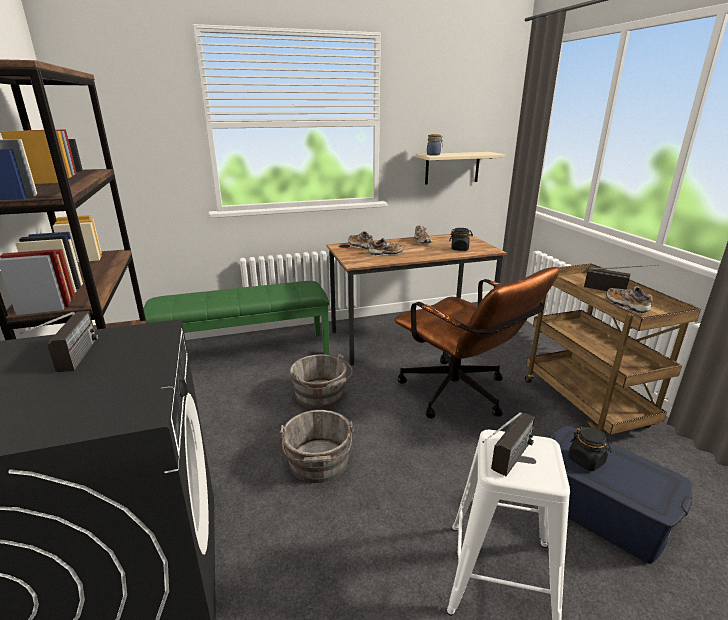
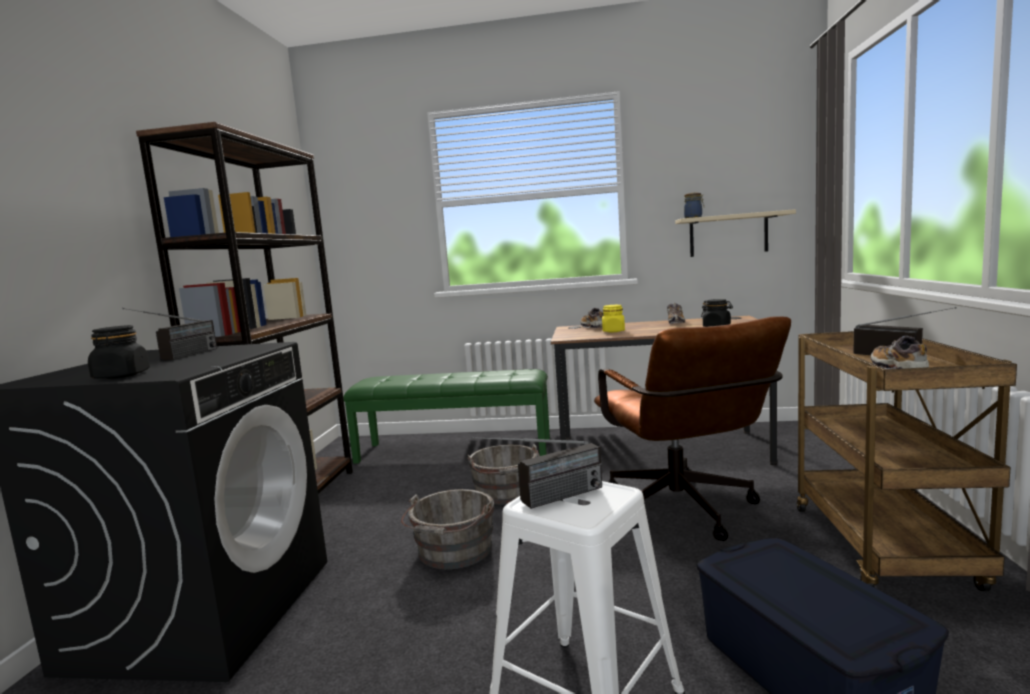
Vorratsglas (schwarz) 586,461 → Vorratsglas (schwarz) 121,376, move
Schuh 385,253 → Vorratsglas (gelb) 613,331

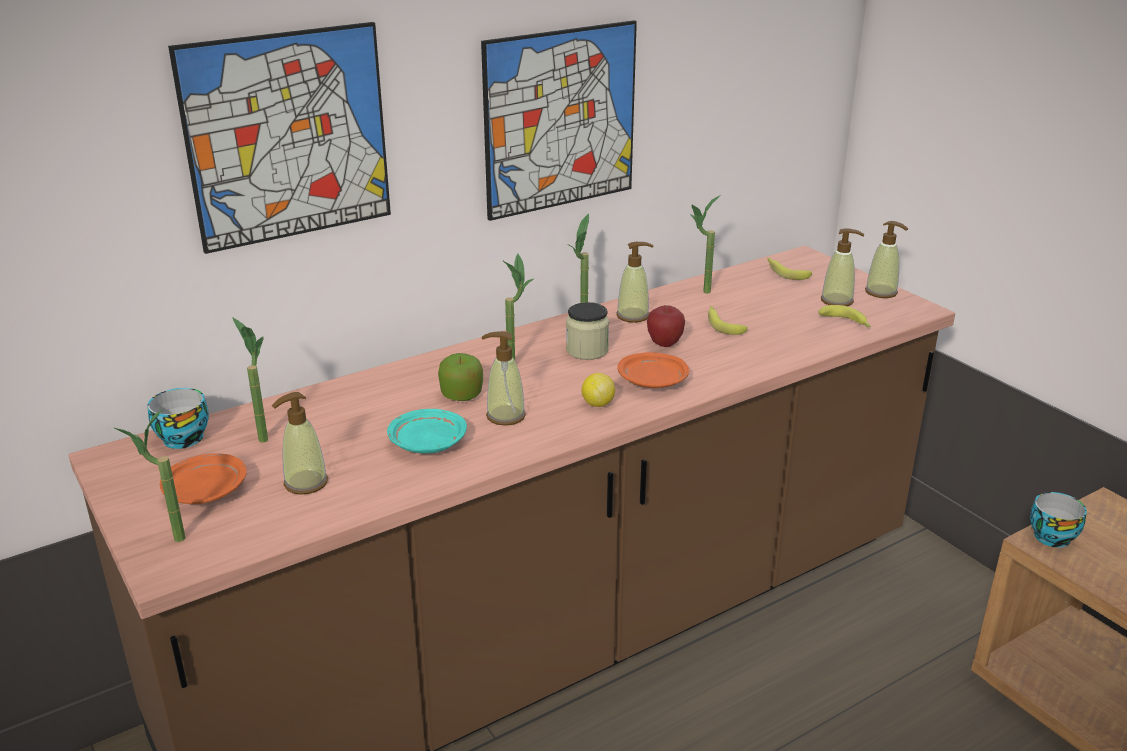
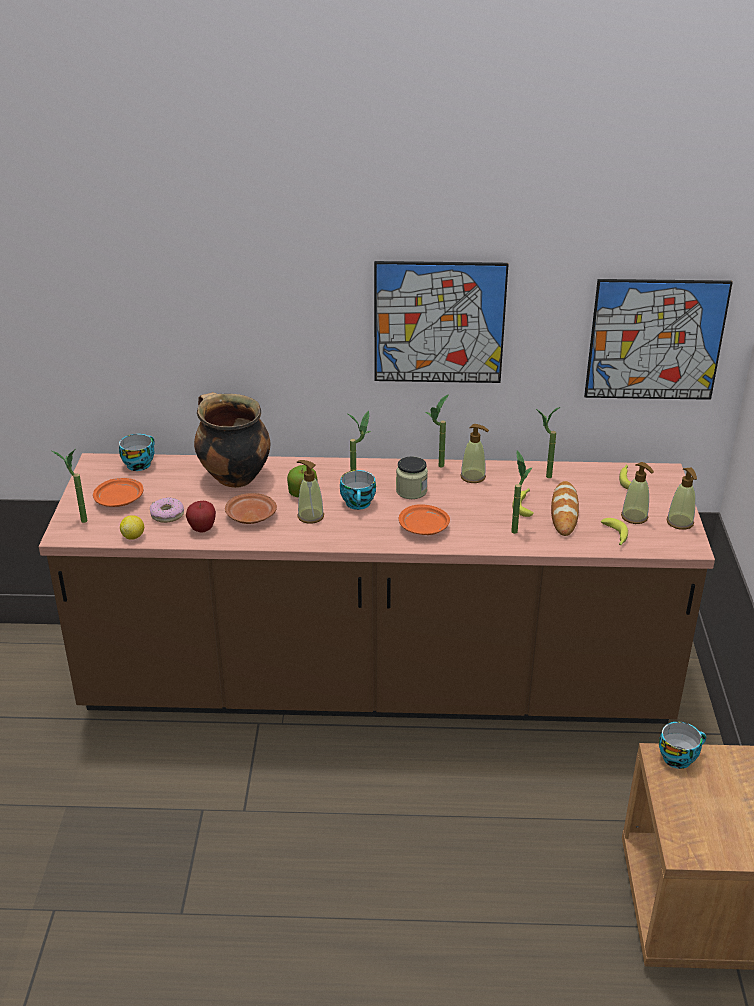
Zitrone 598,403 → Zitrone 133,536, move
Seifenspender 305,483 → Donut 167,514
Apfel 664,344 → Apfel 202,529, move
- → Kochtopf 233,477
Teller (türkis) 427,443 → Teller (braun) 250,516
- → Tasse 359,504
Topfpflanze 261,435 → Topfpflanze 514,528, move
- → Brot 564,512
Bild 288,137 → Bild 655,340, move

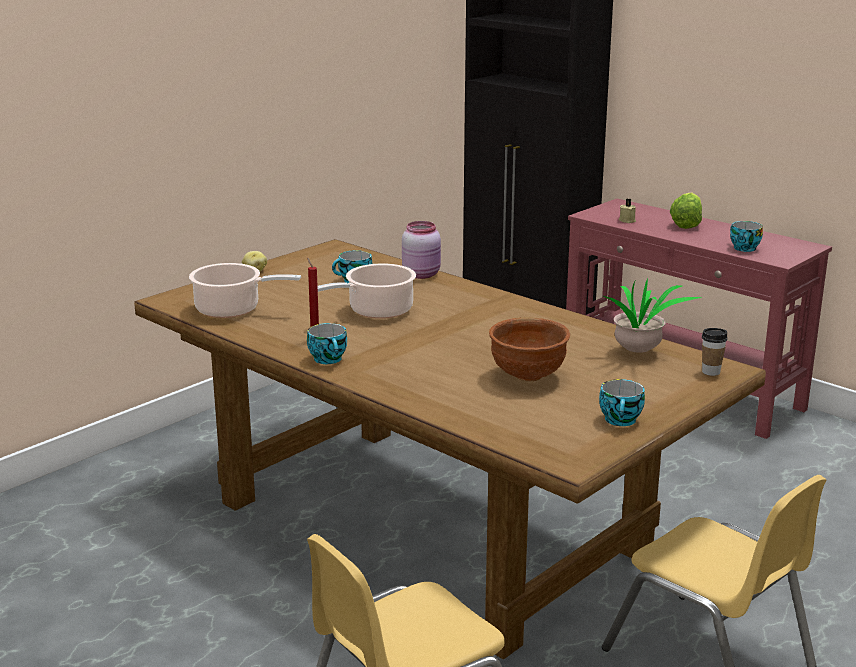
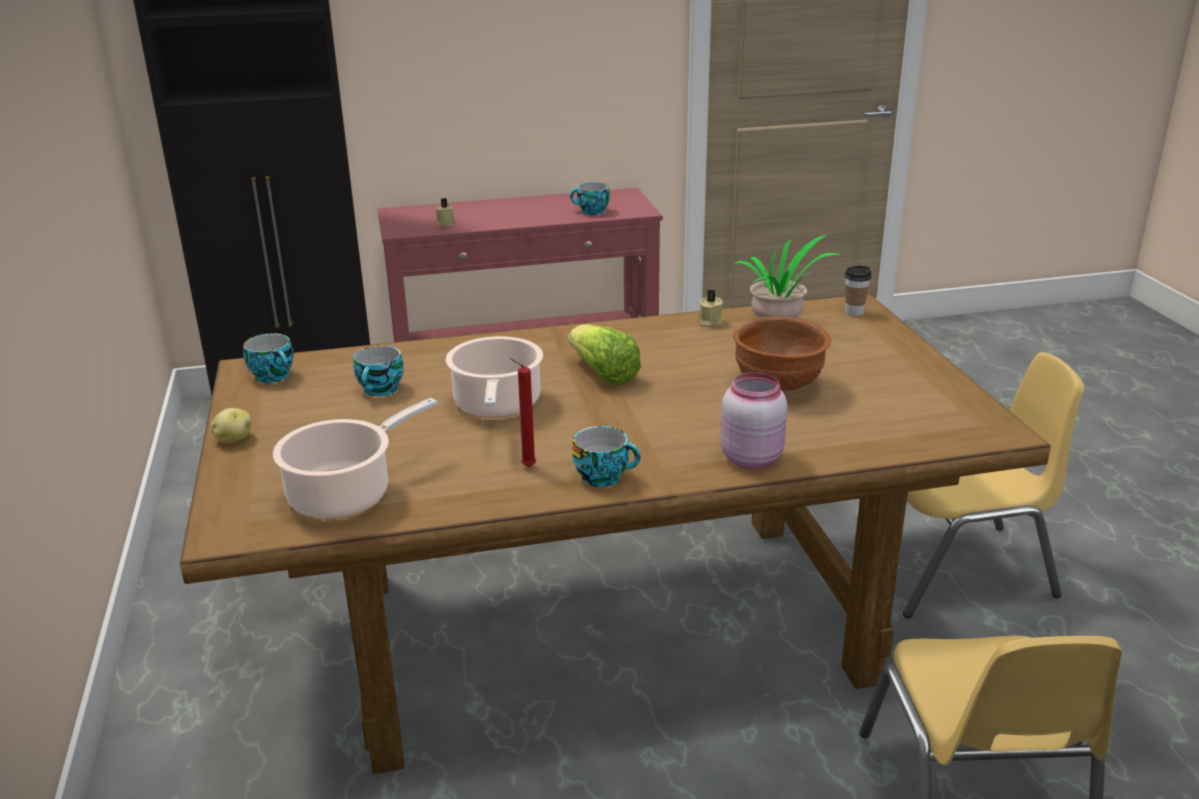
Tasse 621,421 → Tasse 274,376, move
Salatkopf 686,224 → Salatkopf 603,374, move
- → Kerze (beige) 709,322
Vorratsglas (rosa) 422,274 → Vorratsglas (rosa) 751,457, move

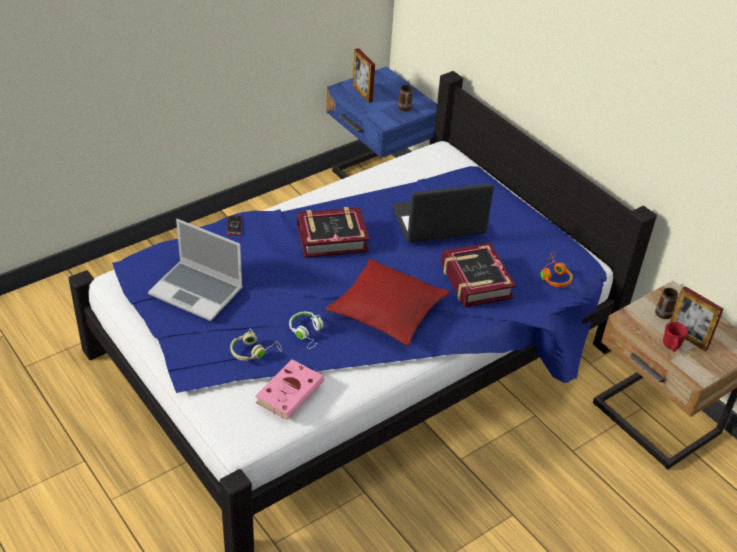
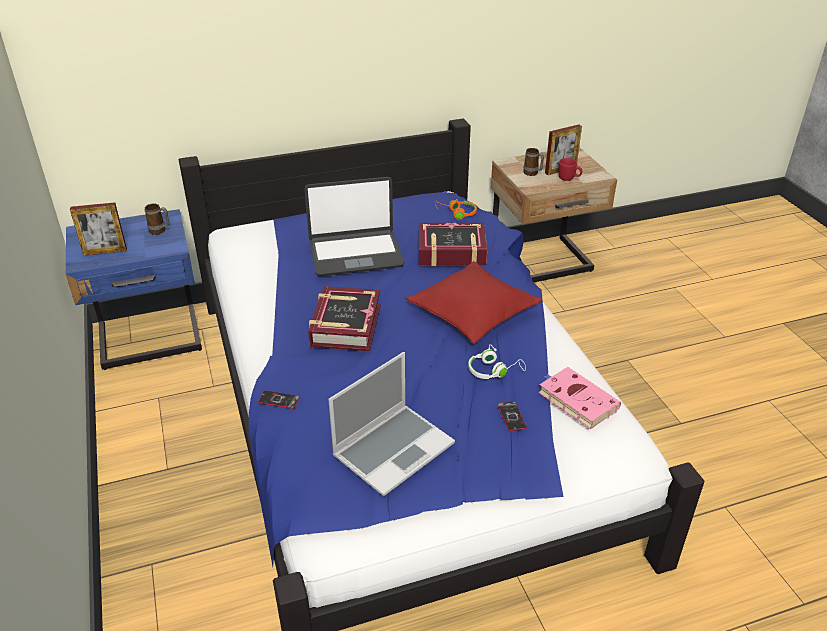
Laptop 438,222 → Laptop 355,254, 105 degrees counterclockwise
Kopfhörer (beige) 253,351 → Handy 511,416

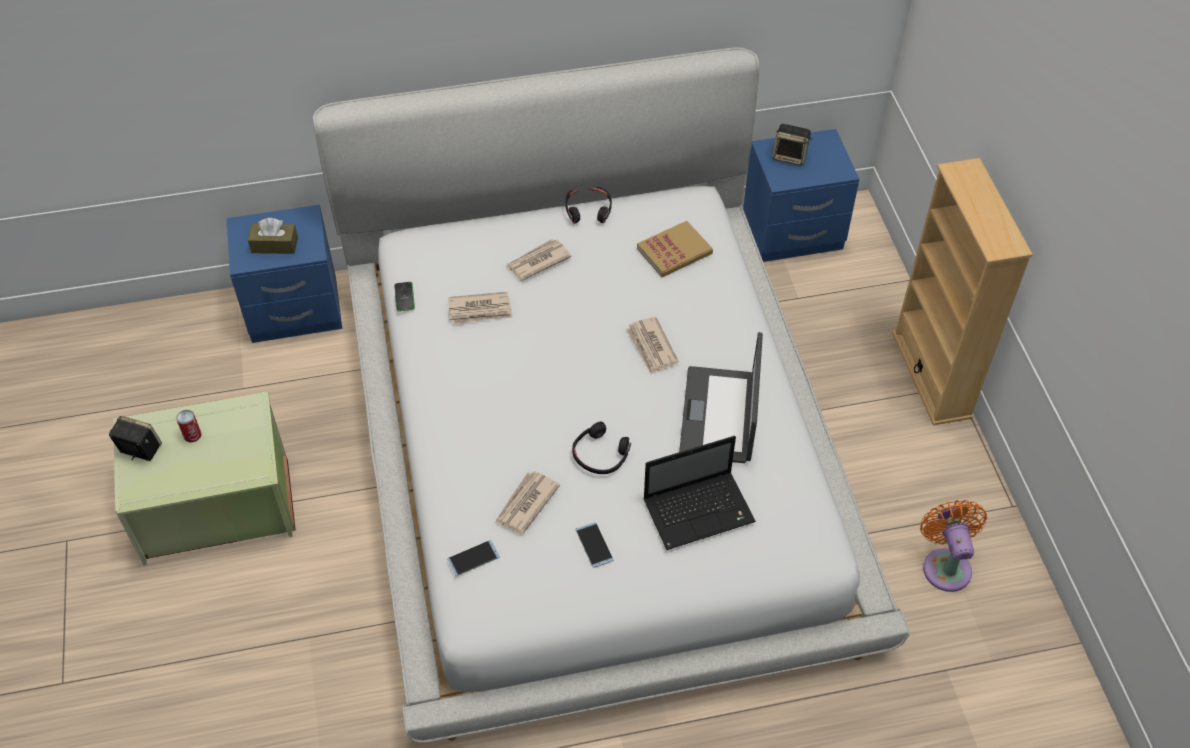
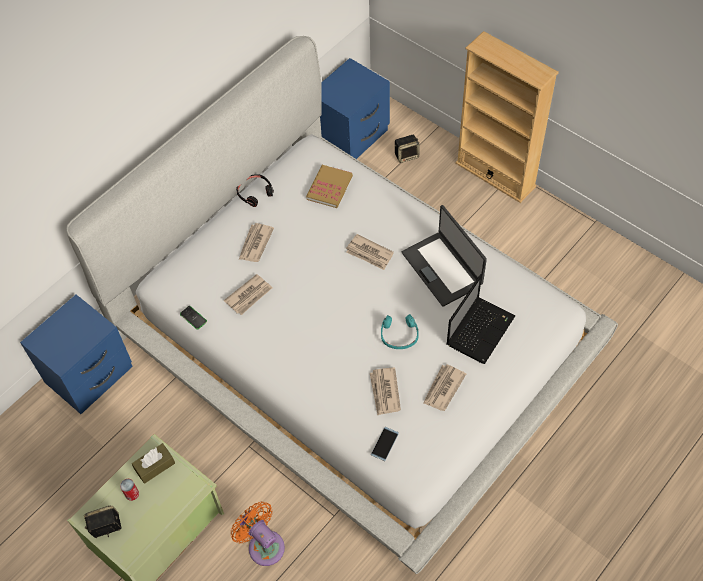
Taschentuchbox (braun) 274,245 → Taschentuchbox (braun) 155,466, move
Ventilator (orange) 945,565 → Ventilator (orange) 263,545, move
Kopfhörer (schwarz) 600,454 → Kopfhörer (türkis) 399,335
Lautsprecher 790,156 → Lautsprecher 406,155, move
Handy 594,545 → Zeitung 443,388

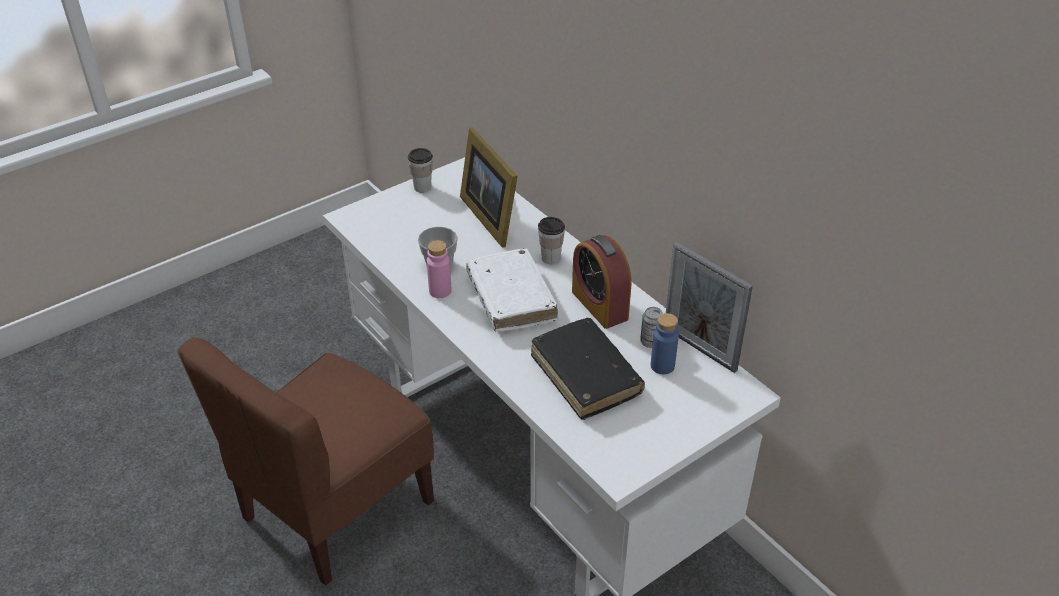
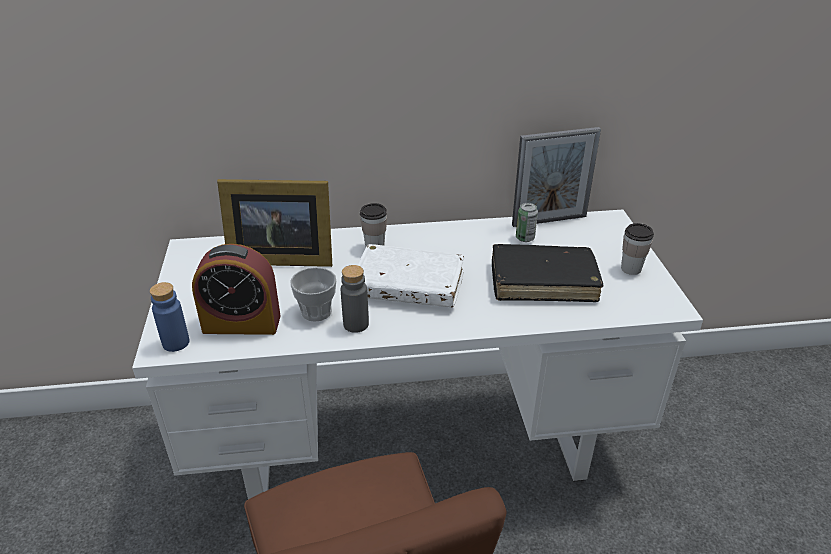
Flasche (blau) 662,366 → Flasche (blau) 176,343, move
Wecker 599,305 → Wecker 241,323, move
Flasche (rosa) 440,291 → Flasche (grau) 356,324
Tasse 422,187 → Tasse 631,269, move

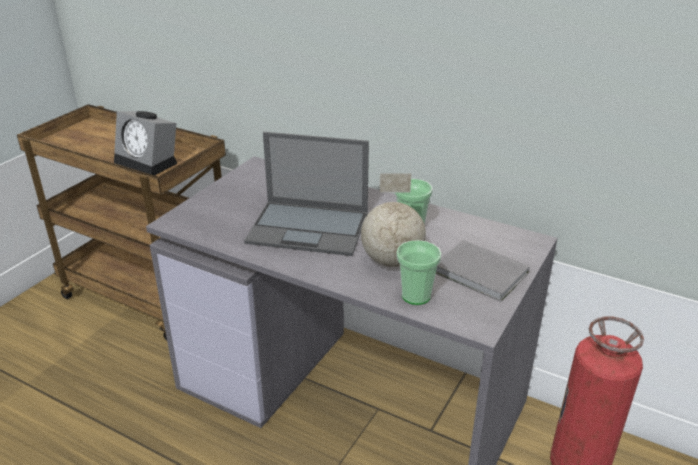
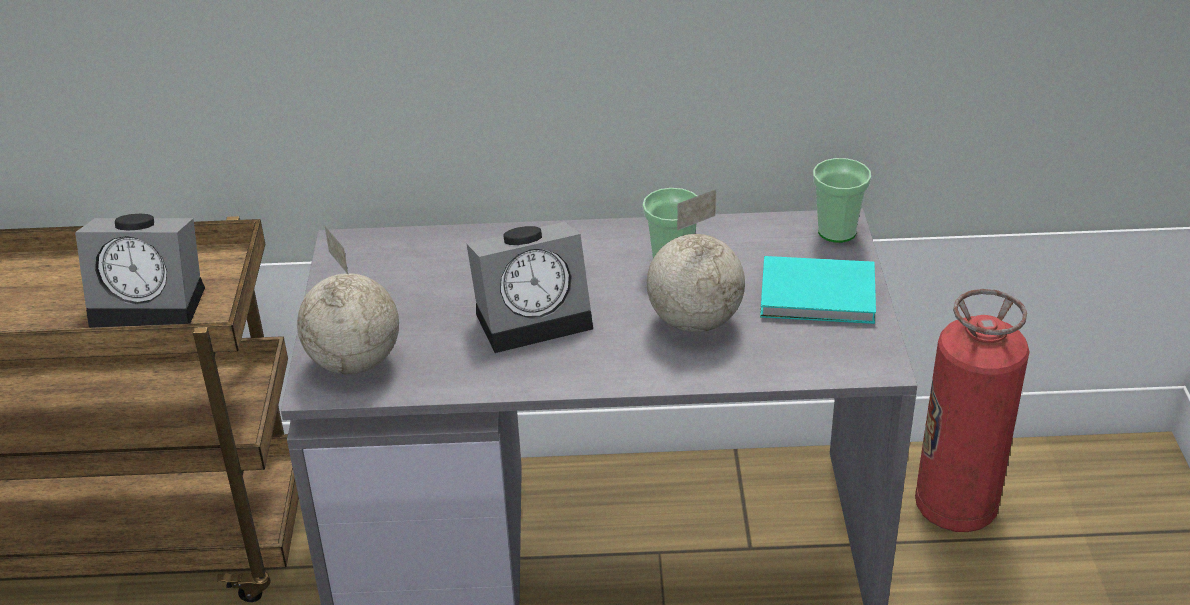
- → Globus 355,361
Laptop 310,228 → Wecker 535,317
Buch (grau) 481,274 → Buch (türkis) 821,296
Tasse 416,296 → Tasse 837,231, move

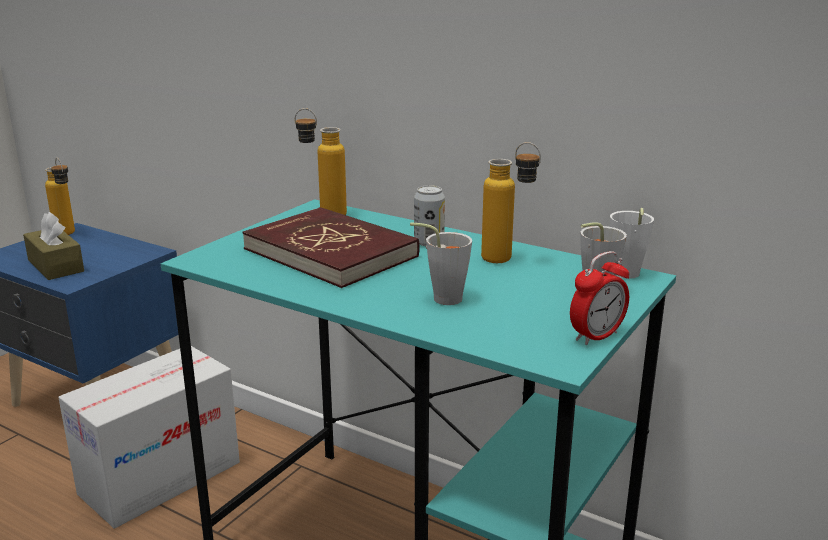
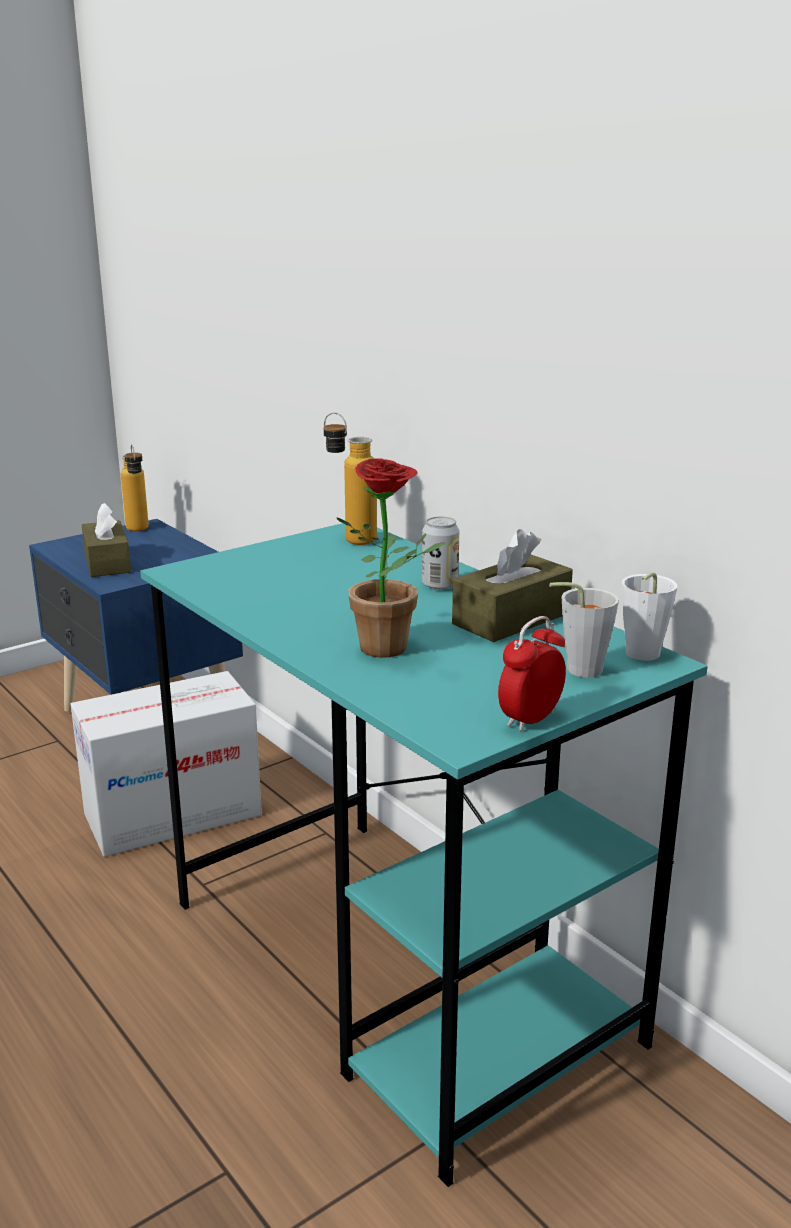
Tasse (grau) 440,298 → Topfpflanze 393,649
Flasche 508,261 → Taschentuchbox (braun) 511,619
Wecker 596,336 → Wecker 530,719, 150 degrees clockwise
Buch (rot) 331,252 → -

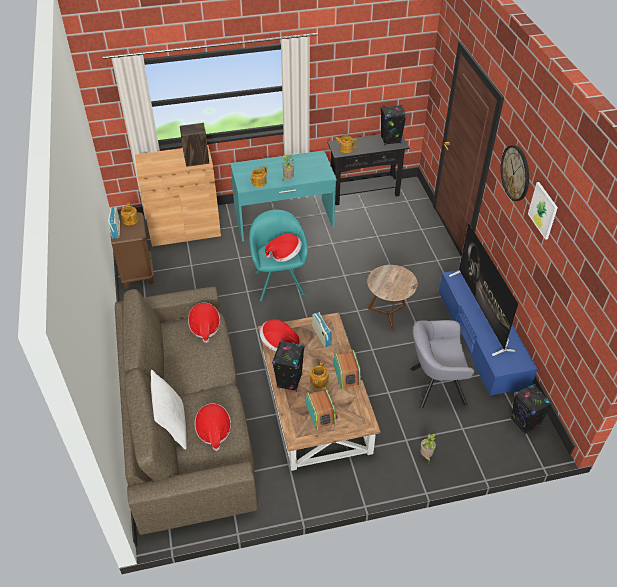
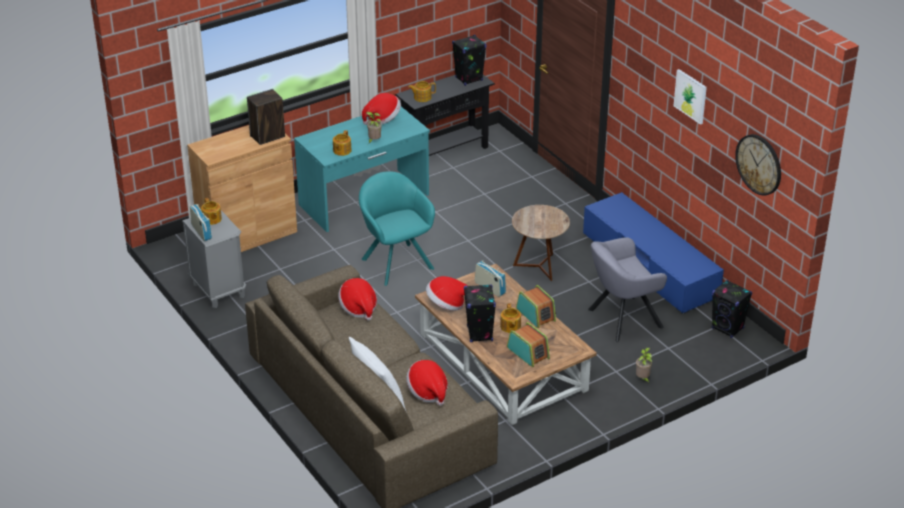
Nachttisch (braun) 137,272 → Nachttisch (grau) 218,290
Hut 285,255 → Hut 382,119, move
Wanduhr 515,173 → Wanduhr 759,164, move
Fernseher 481,312 → -

